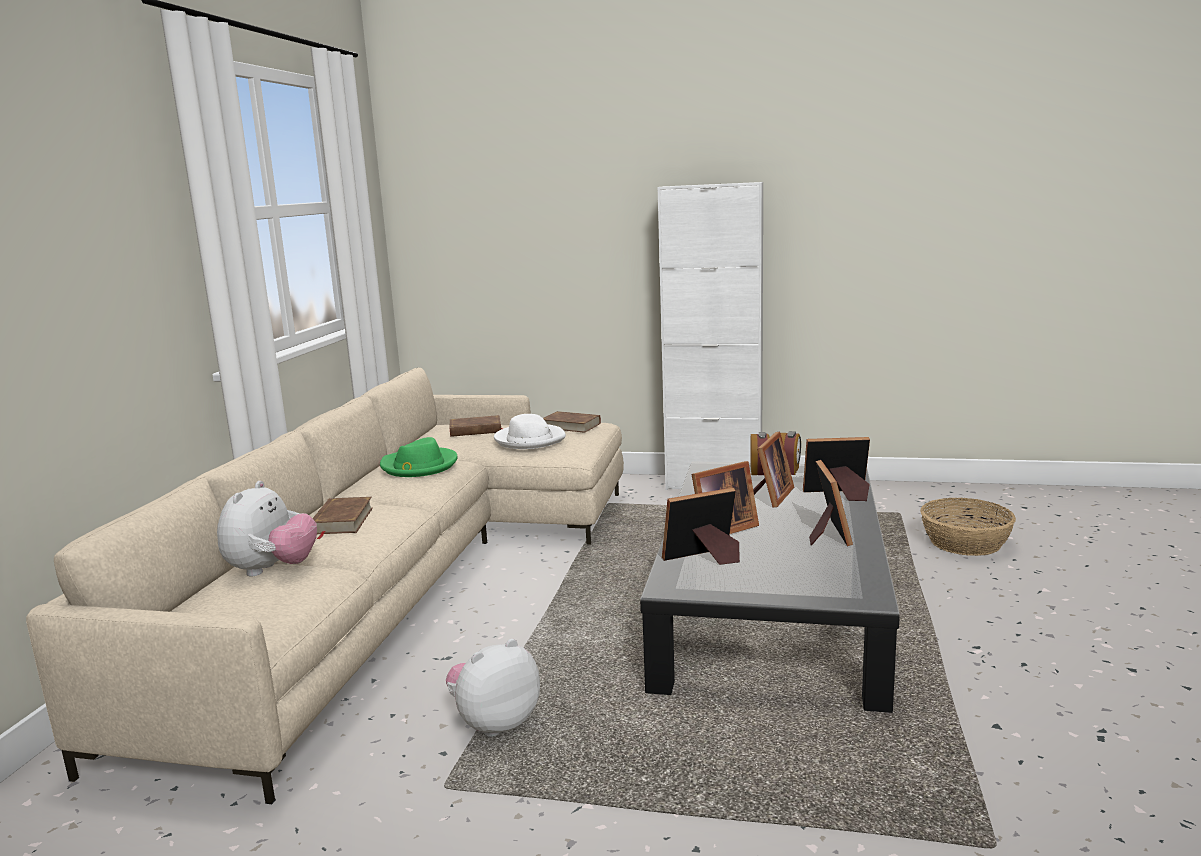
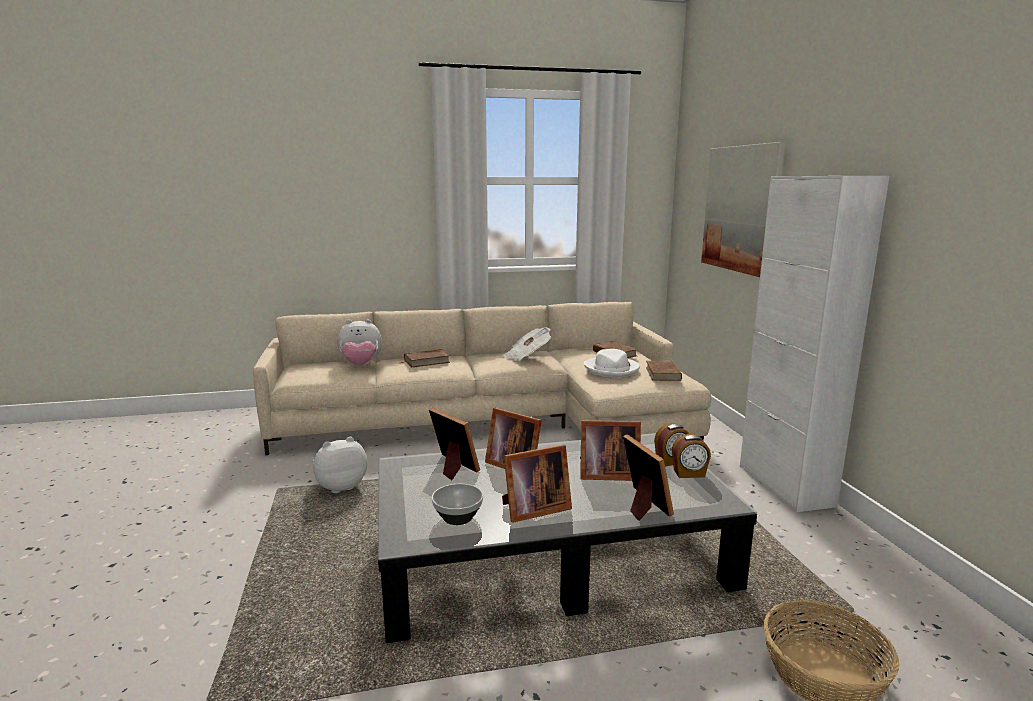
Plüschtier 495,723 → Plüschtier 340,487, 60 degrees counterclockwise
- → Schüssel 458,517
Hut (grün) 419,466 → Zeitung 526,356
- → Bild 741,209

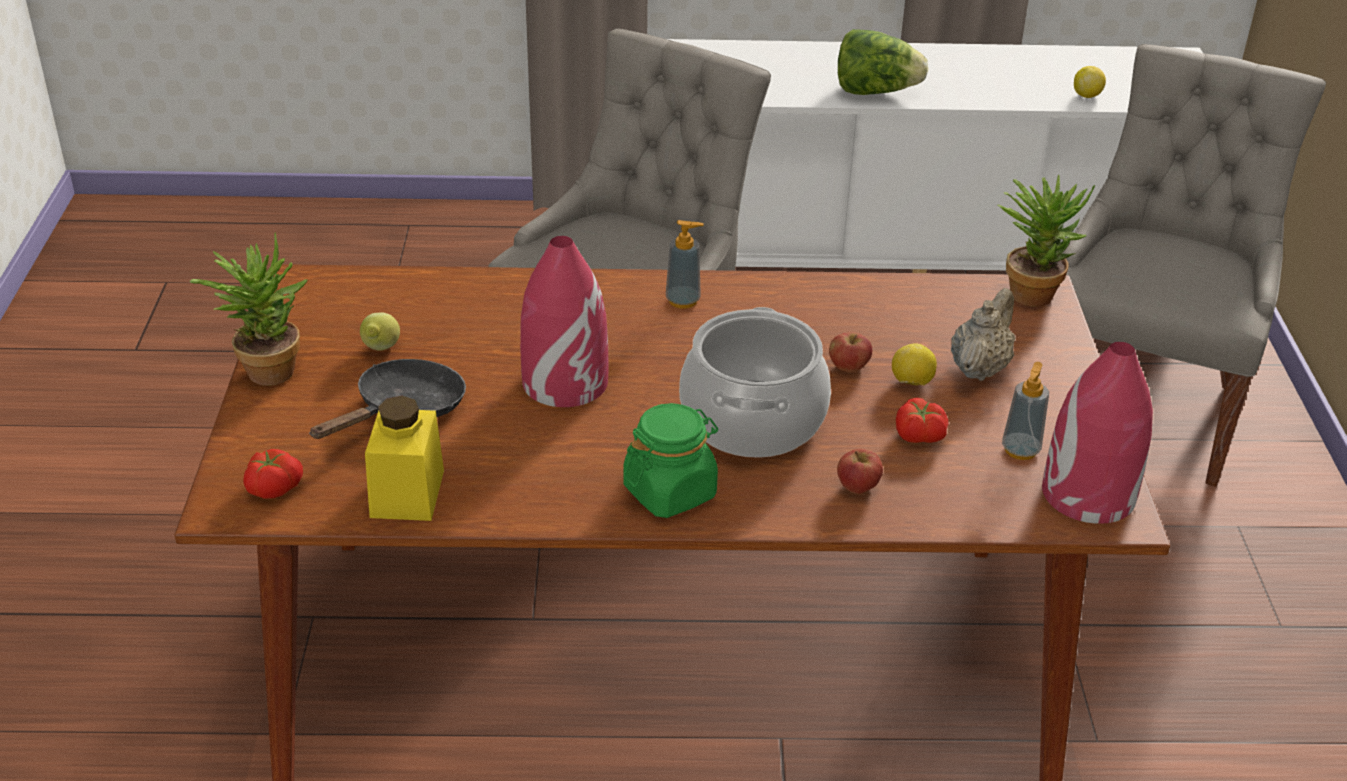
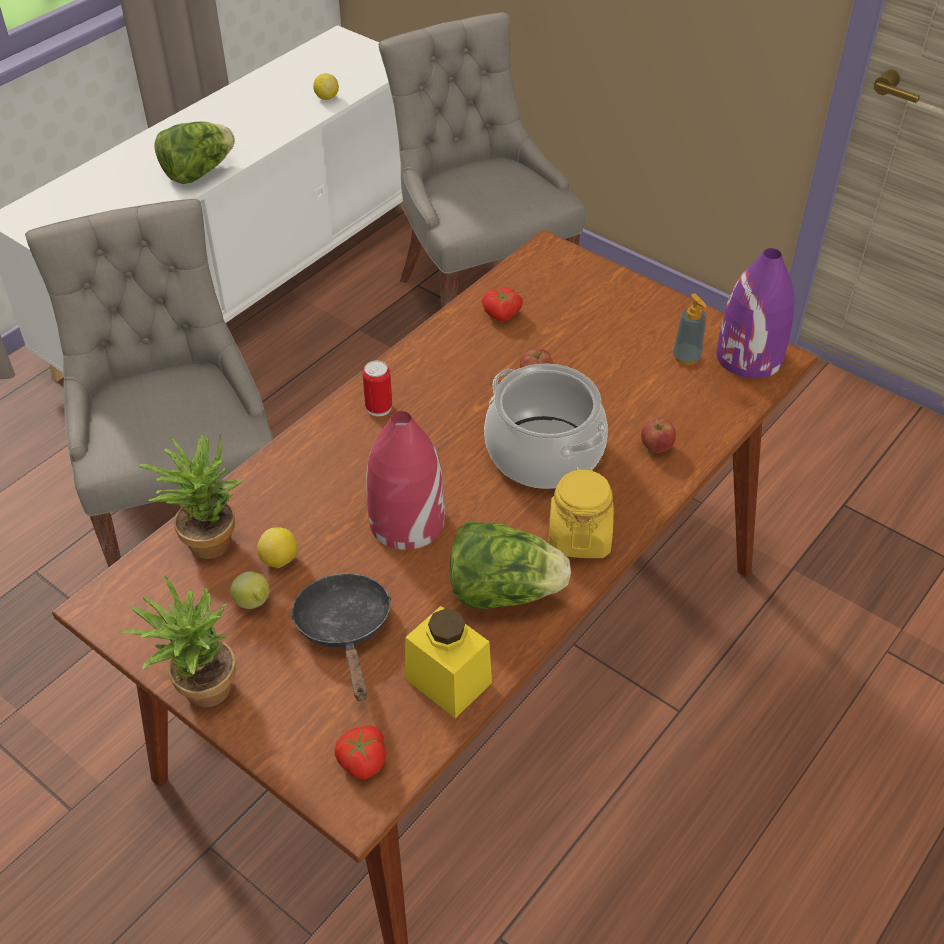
Topfpflanze 1033,290 → Topfpflanze 207,537, move
Zitrone 911,383 → Zitrone 280,560, move
Seifenspender 683,300 → Dose 379,407
- → Salatkopf 503,591
Tomate 918,436 → Tomate 501,315, move
Vorratsglas (grün) 670,492 → Vorratsglas (gelb) 579,536
Vase (rot) 1088,494 → Vase (lila) 749,357
Teekanne (beige) 979,368 → -

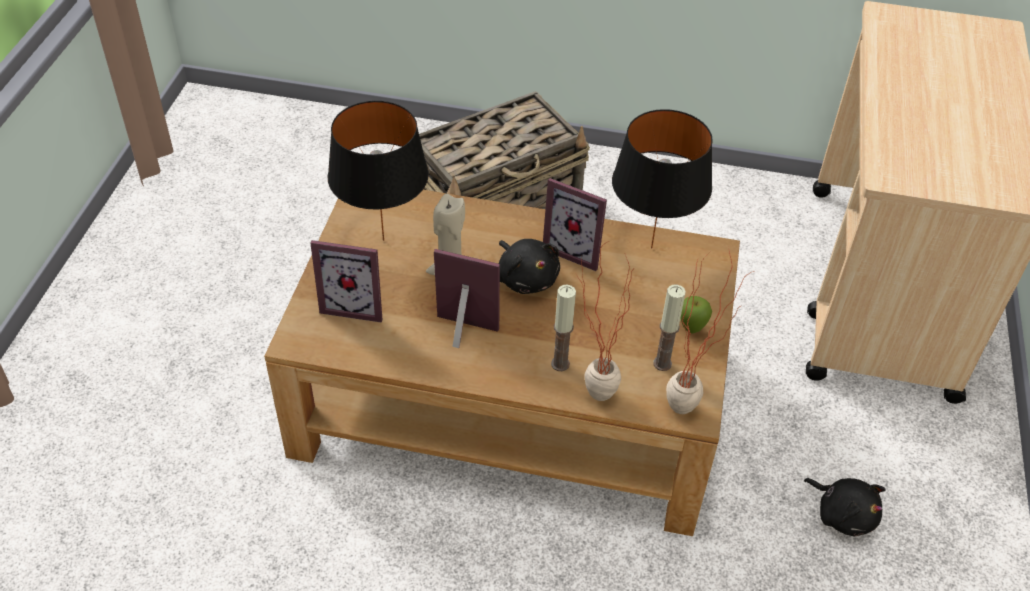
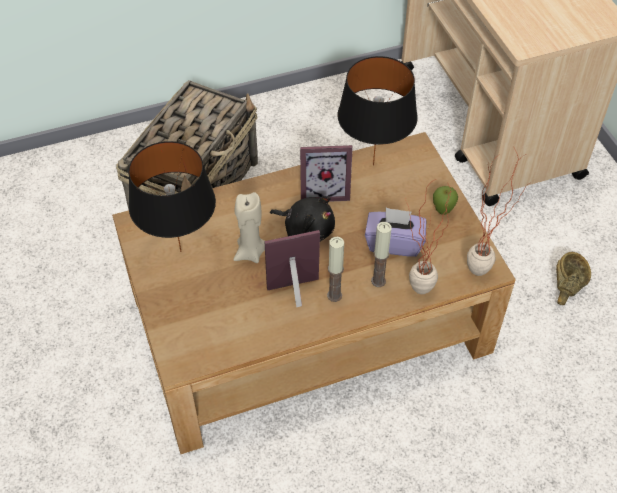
Kerze 662,363 → Kerze 334,295, move
- → Taschentuchbox (lila) 394,243
Plüschtier (schwarz) 843,514 → Schüssel (braun) 569,287
Bilderrahmen 355,304 → -

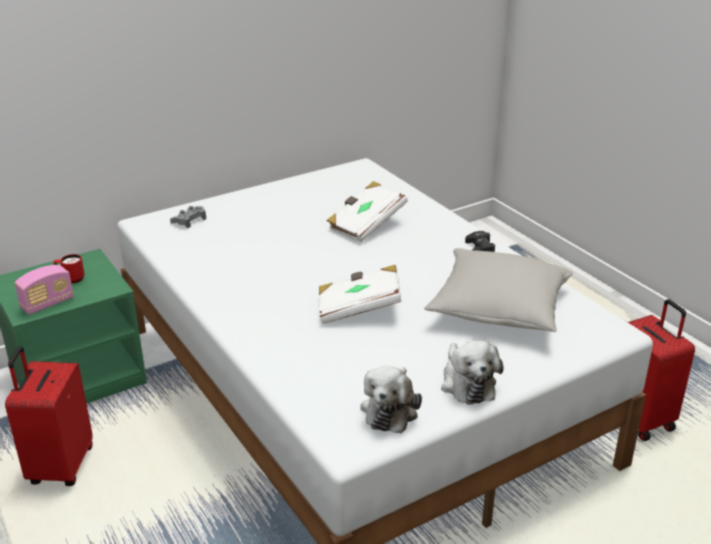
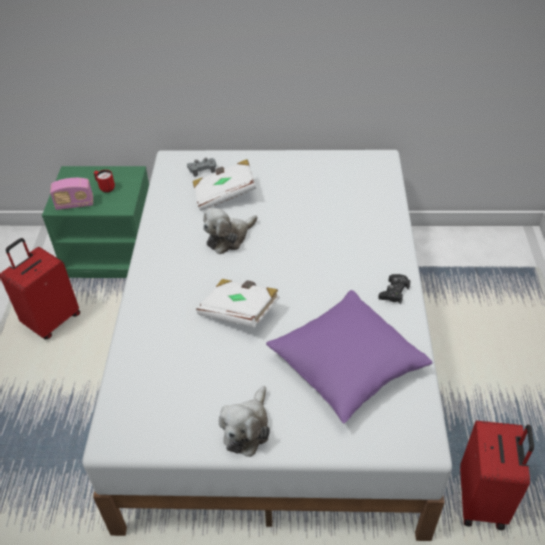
Buch (weiß) 366,225 → Buch (weiß) 224,195, move
Plüschtier 390,409 → Plüschtier 229,238, move
Kissen (grau) 499,308 → Kissen (lila) 346,365

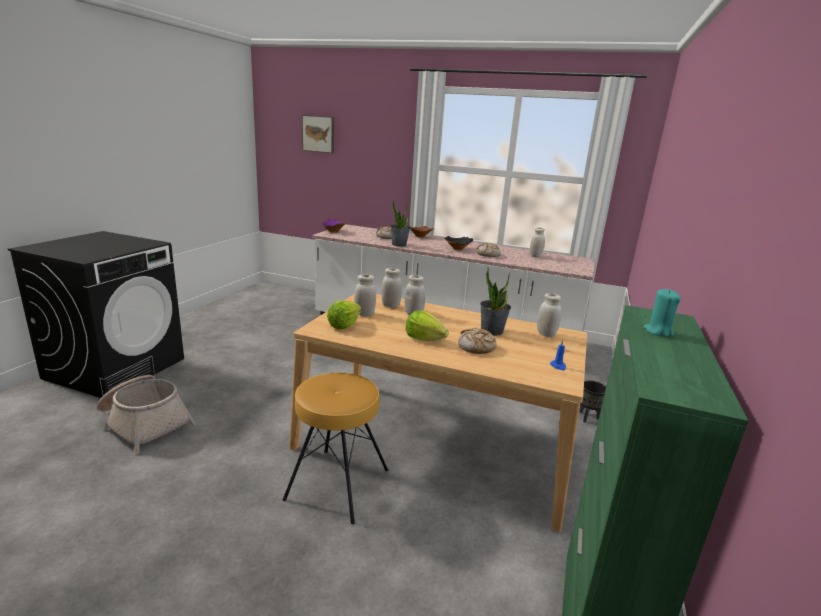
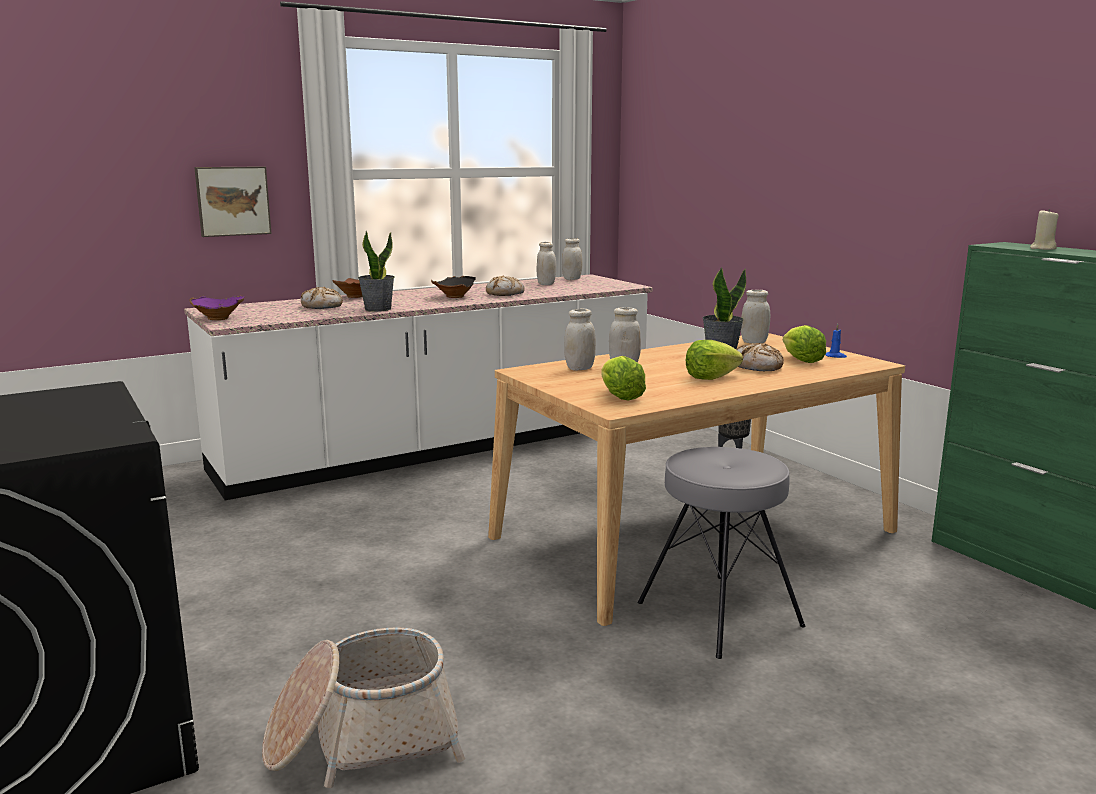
Bild 319,134 → Bild 232,201, move
Vorratsglas (weiß) 364,314 → Vorratsglas (weiß) 572,279, move
Hocker (braun) 337,484 → Hocker (grau) 718,614
- → Salatkopf 801,360
Kerze (türkis) 658,331 → Kerze (beige) 1042,248

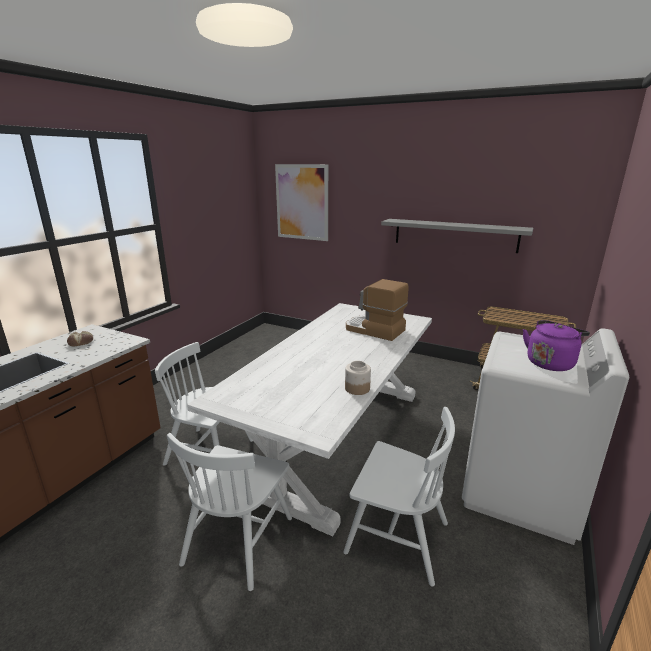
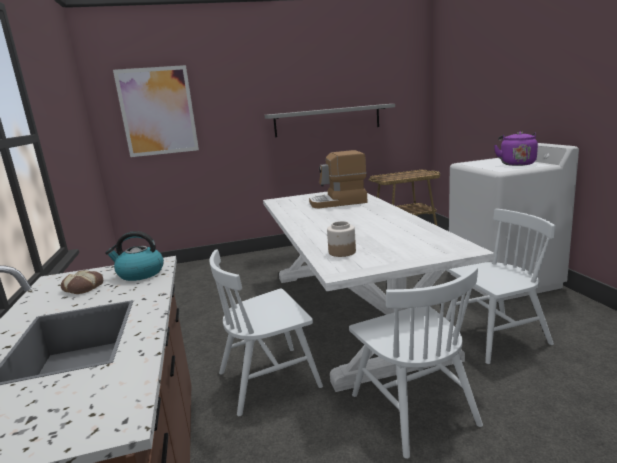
- → Wasserkessel 140,274
Vorratsglas 357,388 → Vorratsglas 342,252, move

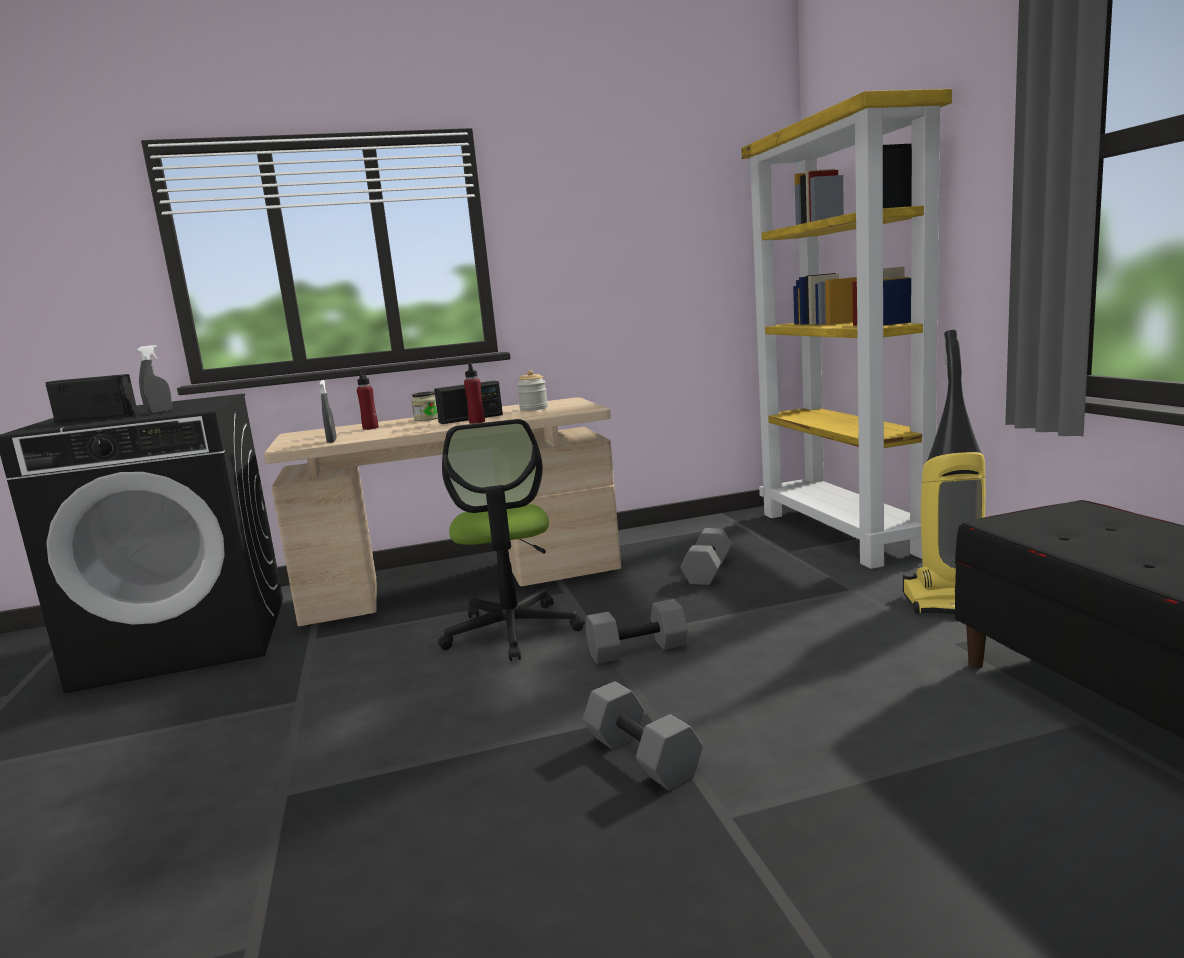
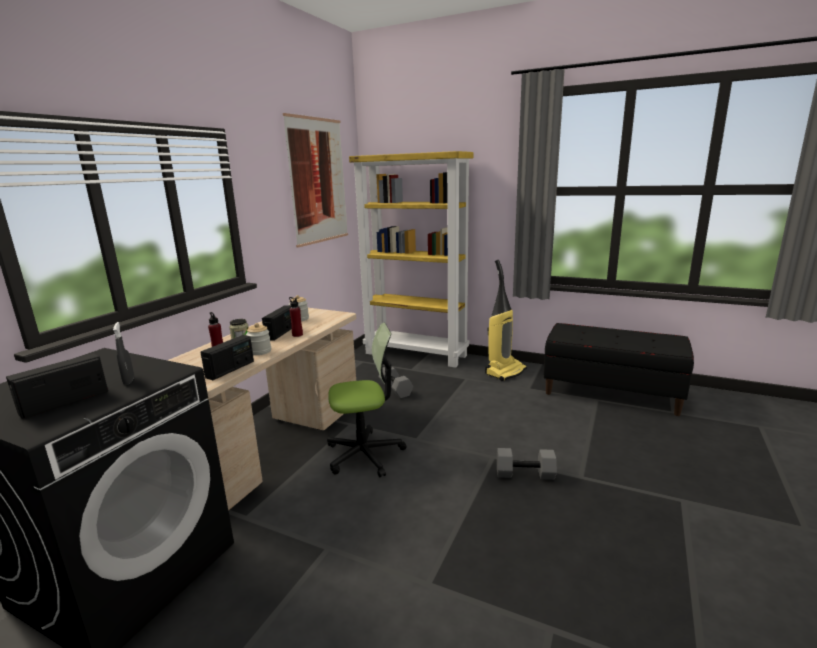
Sprühflasche (grau) 332,441 → Radio 230,369
- → Vorratsglas 260,351
- → Bild 318,181
Bürostuhl 512,631 → Bürostuhl 365,454, 45 degrees counterclockwise
Hantel (grau) 638,649 → -

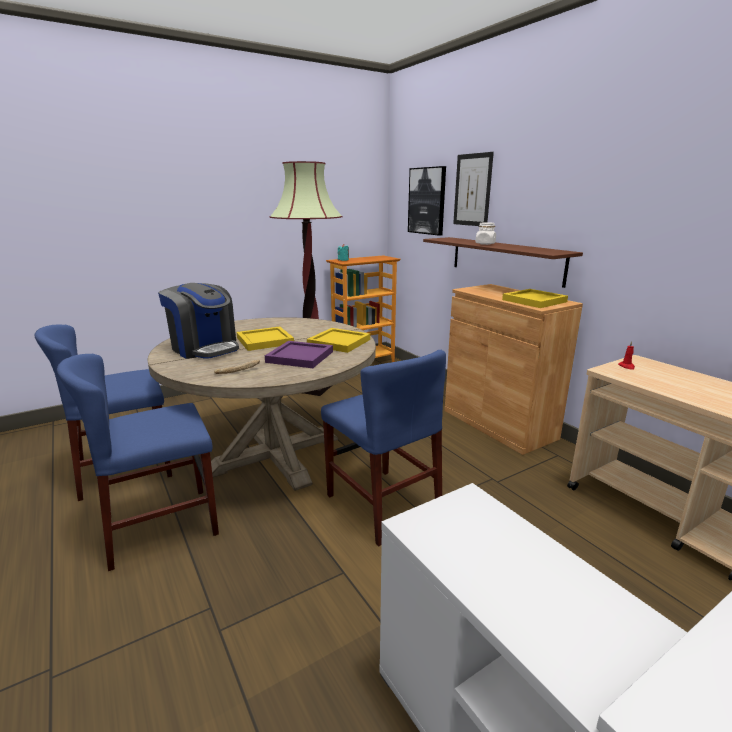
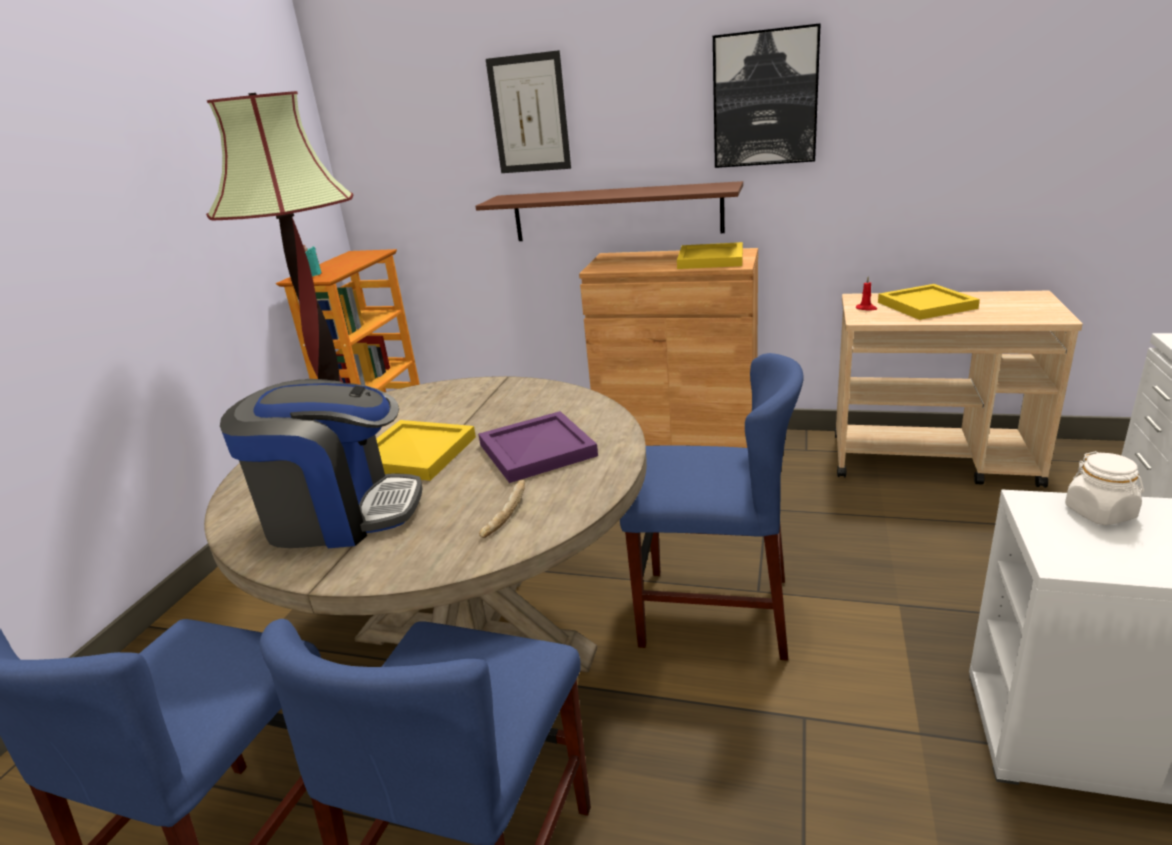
Bild 427,201 → Bild 765,99, move
Tablett (gelb) 338,342 → Tablett (gelb) 924,305, move
Vorratsglas (weiß) 485,244 → Vorratsglas (weiß) 1100,513, move

